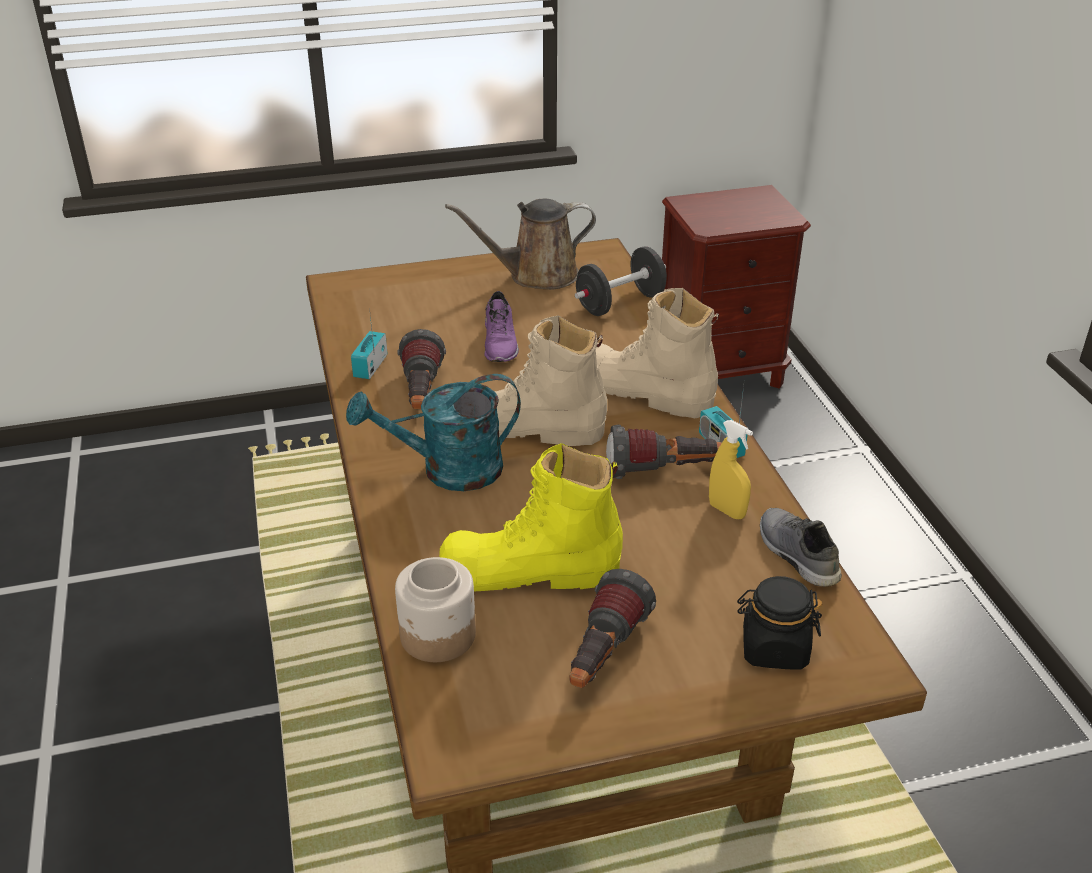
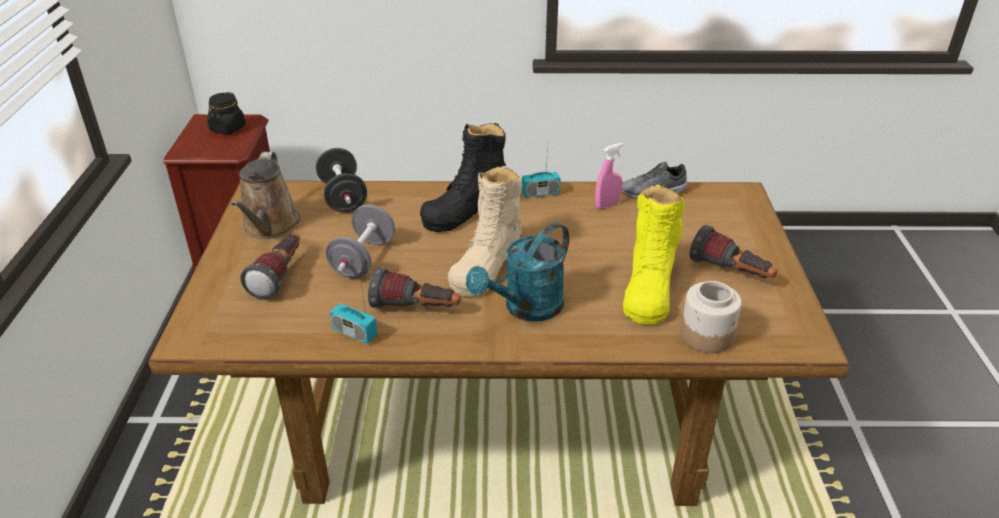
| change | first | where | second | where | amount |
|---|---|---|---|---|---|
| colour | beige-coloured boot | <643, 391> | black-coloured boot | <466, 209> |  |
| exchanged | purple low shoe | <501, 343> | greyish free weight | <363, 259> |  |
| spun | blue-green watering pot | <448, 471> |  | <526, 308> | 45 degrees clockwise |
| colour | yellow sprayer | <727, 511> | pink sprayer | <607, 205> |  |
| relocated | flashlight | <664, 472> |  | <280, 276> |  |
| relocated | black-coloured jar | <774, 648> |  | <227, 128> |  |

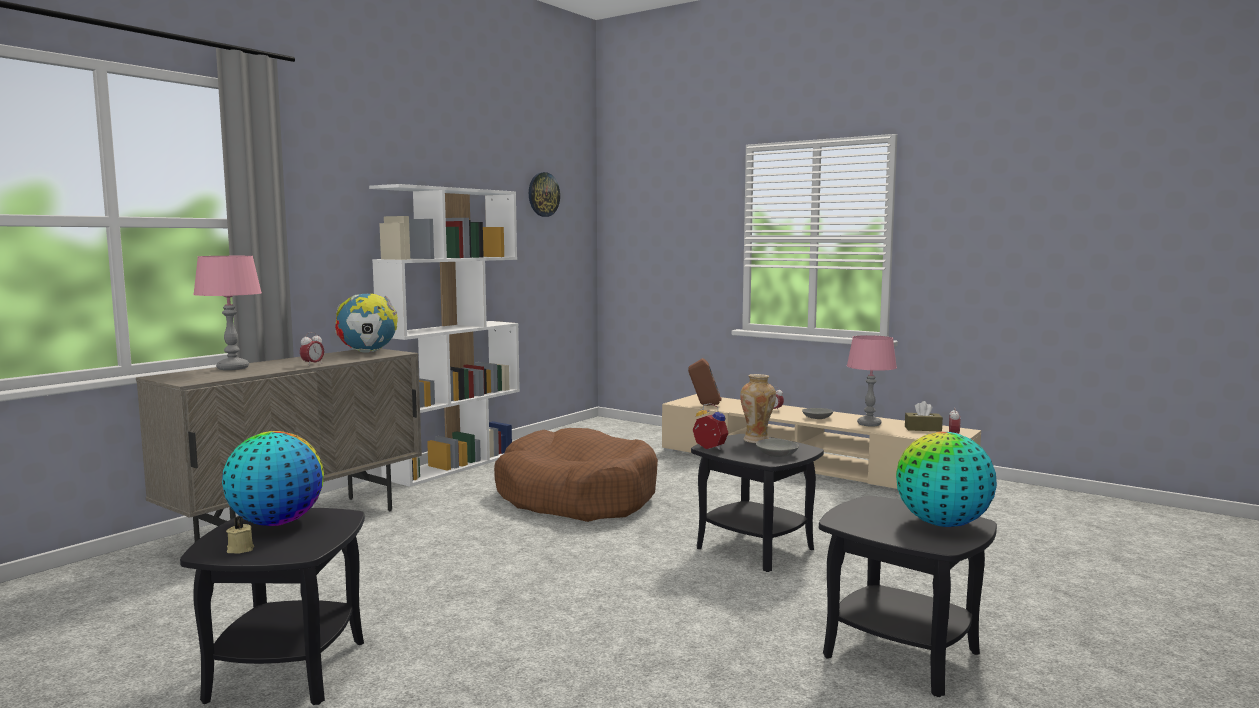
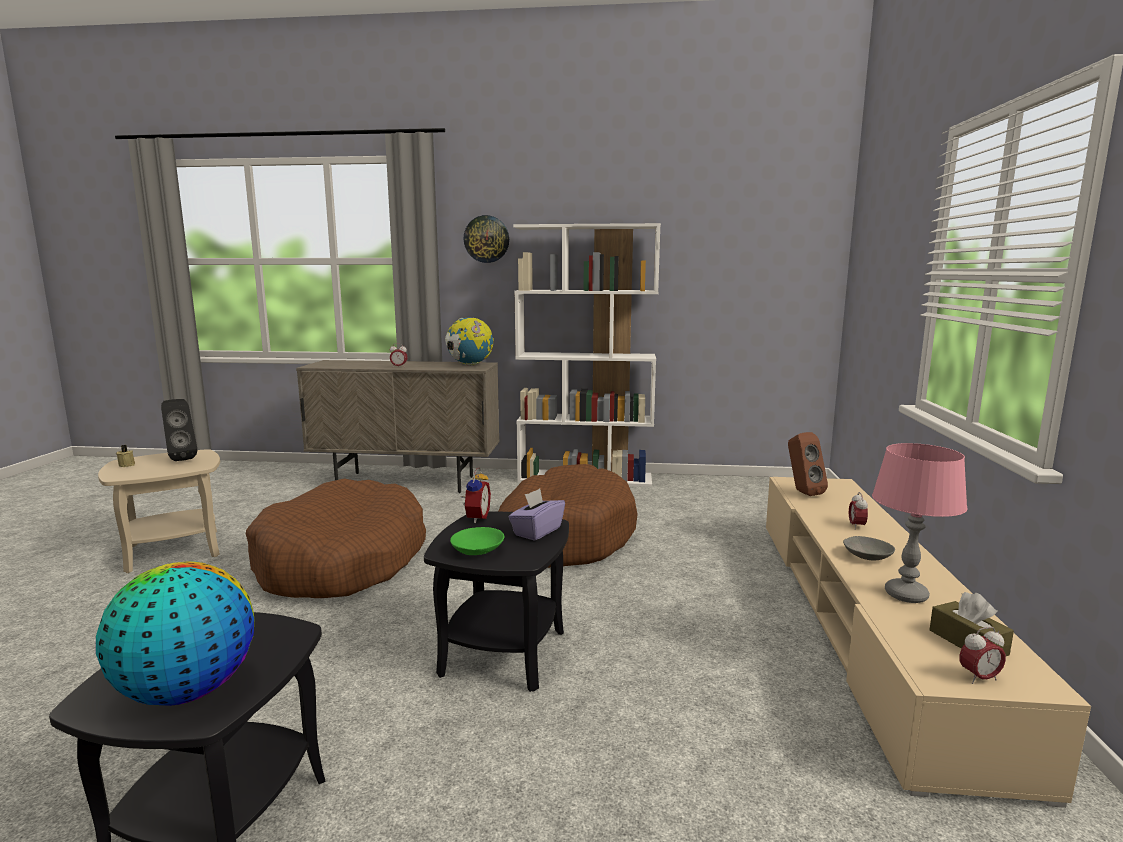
| change | first | where | second | where | amount |
|---|---|---|---|---|---|
| relocated | hanging clock | <543, 194> |  | <486, 239> |  |
| missing | pink lamp for a table | <233, 368> |  |  |  |
| exchanged | vase | <757, 440> | purple box of tissues | <537, 531> |  |
| exchanged | world globe | <276, 523> | black-coloured audio speaker | <181, 458> |  |
| colour | greyish deep dish | <777, 455> | green-coloured deep dish | <477, 550> |  |
| colour | black-coloured accent table | <287, 671> | beige-coloured accent table | <174, 551> |  |
| appeared |  |  | brown-coloured dog bed | <342, 561> |  |

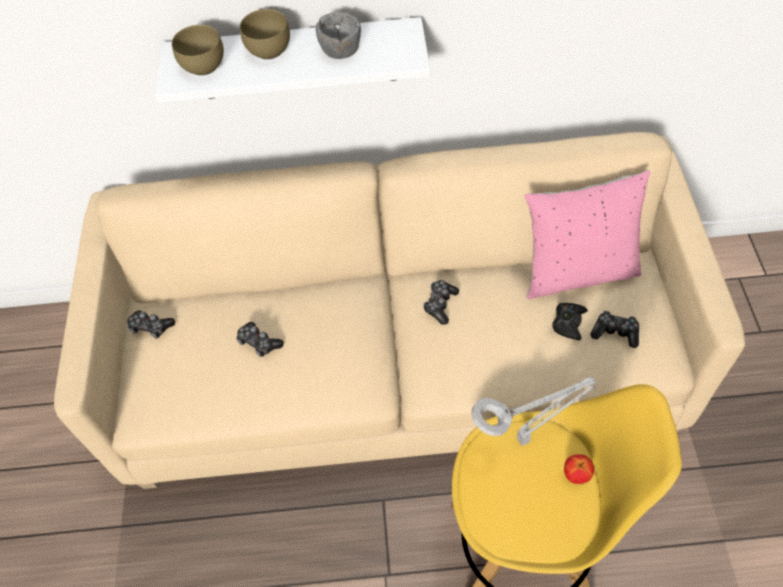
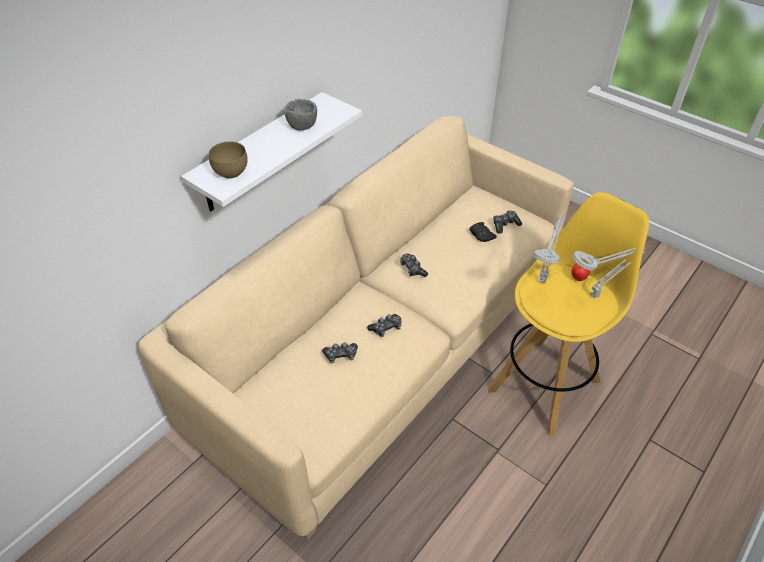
| change | first | where | second | where | amount |
|---|---|---|---|---|---|
| missing | brown-coloured deep dish | <270, 50> |  |  |  |
| missing | pink cushion | <577, 271> |  |  |  |
| relocated | gamepad | <151, 327> |  | <386, 328> |  |
| appeared |  |  | greyish lamp for a table | <596, 295> |  |

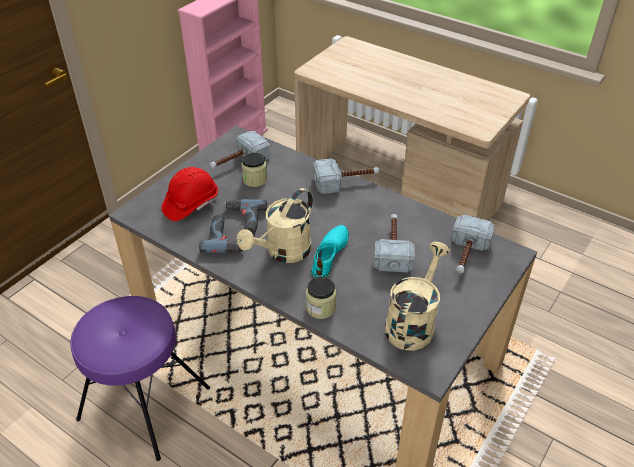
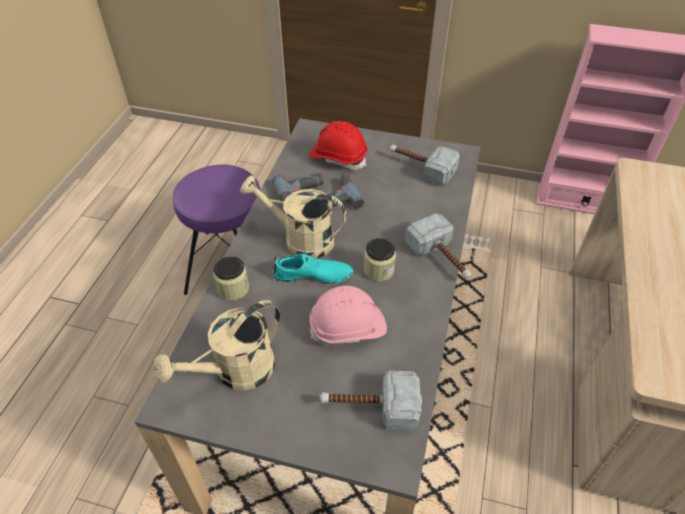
| change | first | where | second | where | amount |
|---|---|---|---|---|---|
| relocated | jar | <255, 179> |  | <378, 270> |  |
| exchanged | hammer | <393, 248> | pink safety helmet | <348, 328> |  |
| spun | beige-coloured watering pot | <412, 322> |  | <235, 372> | 135 degrees clockwise |

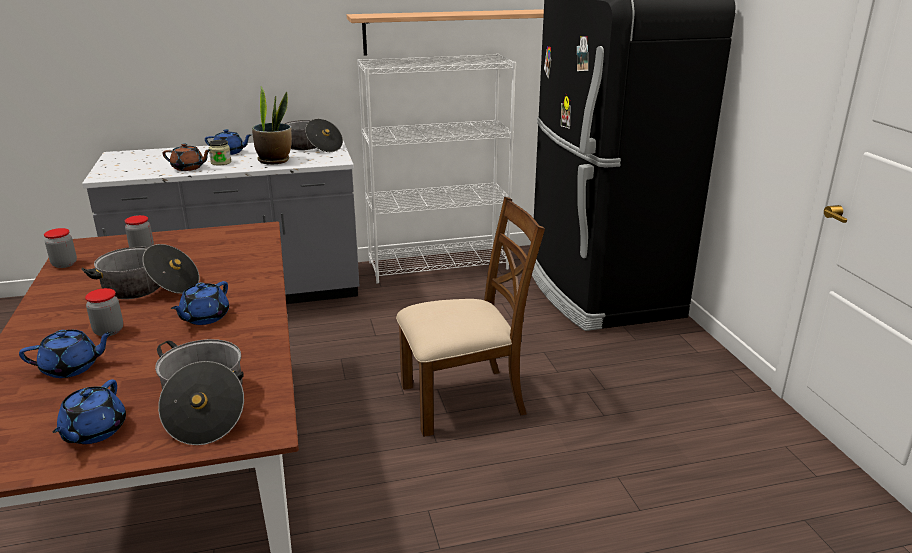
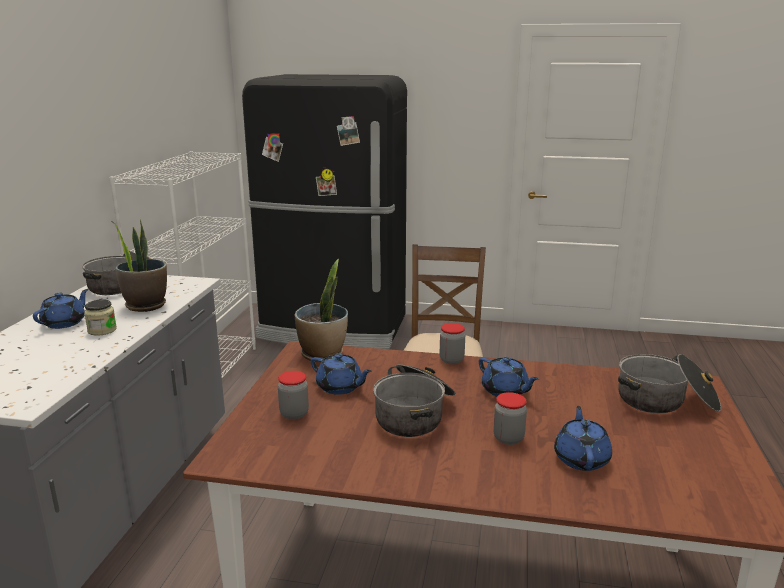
| change | first | where | second | where | amount |
|---|---|---|---|---|---|
| missing | wall shelf | <457, 31> |  |  |  |
| missing | brown-coloured teapot | <189, 168> |  |  |  |
| relocated | jar | <64, 264> |  | <451, 360> |  |
| relocated | blue-coloured teapot | <93, 432> |  | <340, 387> |  |
| appeared |  |  | potted plant | <323, 354> |  |

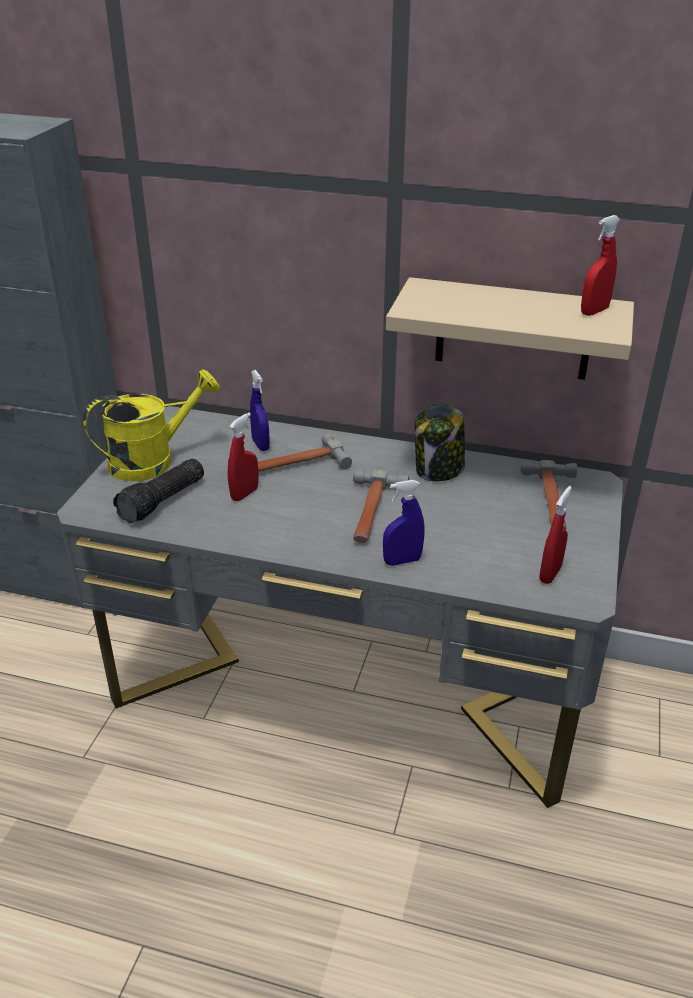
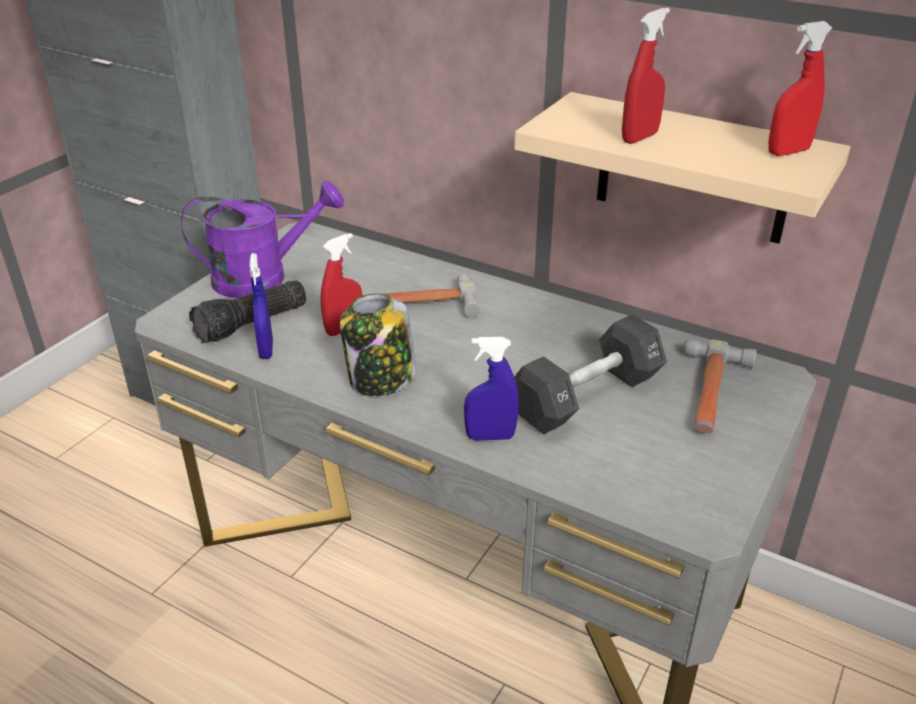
| change | first | where | second | where | amount |
|---|---|---|---|---|---|
| colour | yellow watering pot | <153, 460> | purple watering pot | <263, 278> |  |
| relocated | blue-coloured sprayer | <260, 445> |  | <266, 350> |  |
| relocated | jar | <438, 470> |  | <381, 380> |  |
| missing | hammer | <372, 512> |  |  |  |
| relocated | red-coloured sprayer | <550, 574> |  | <639, 138> |  |
| appeared |  |  | black-coloured free weight | <587, 396> |  |

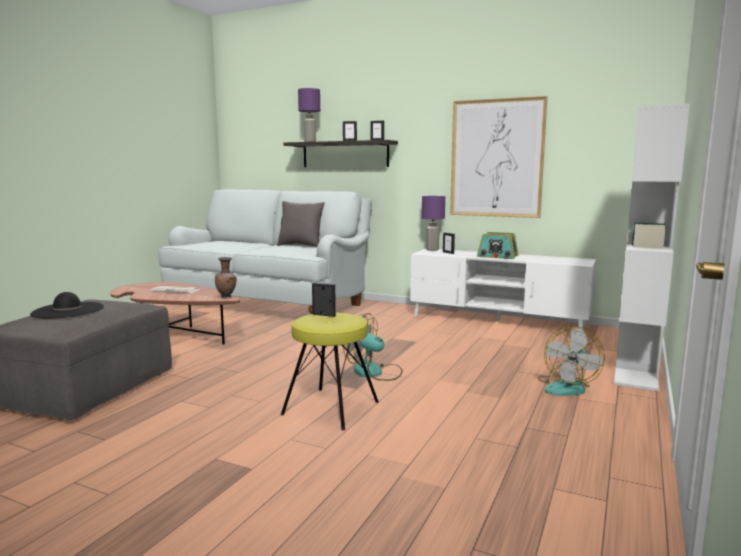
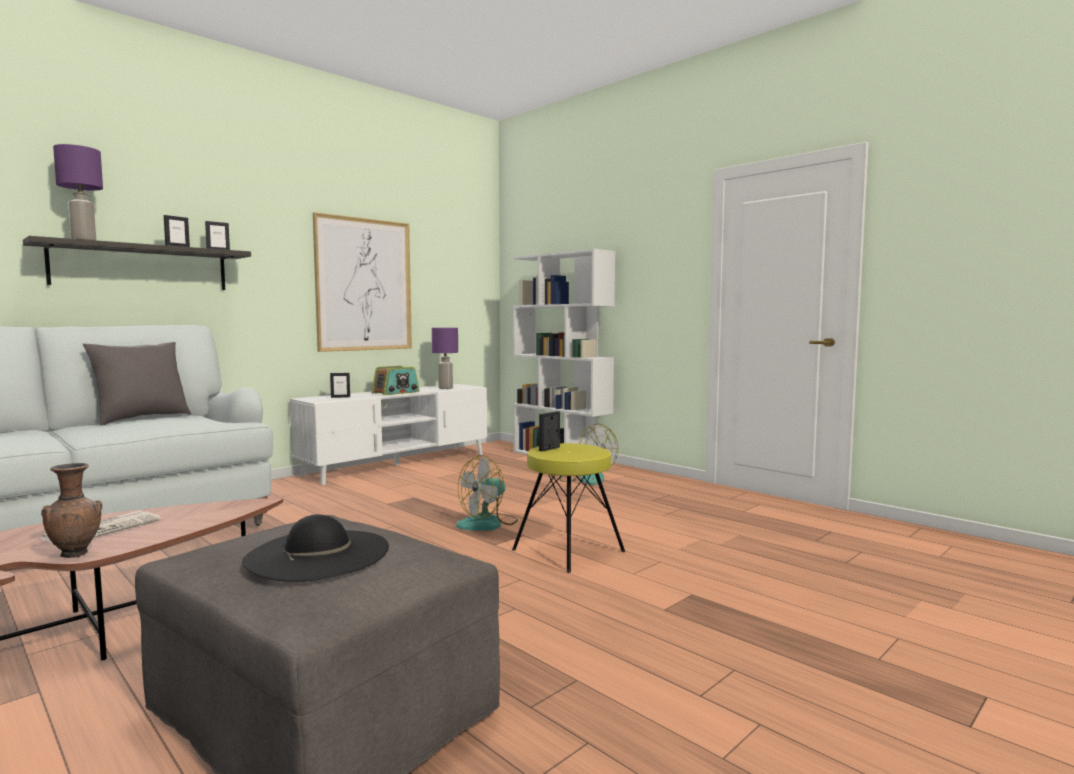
| change | first | where | second | where | amount |
|---|---|---|---|---|---|
| relocated | purple lamp for a table | <432, 250> |  | <446, 388> |  |
| relocated | brown-coloured vase | <226, 297> |  | <76, 554> |  |

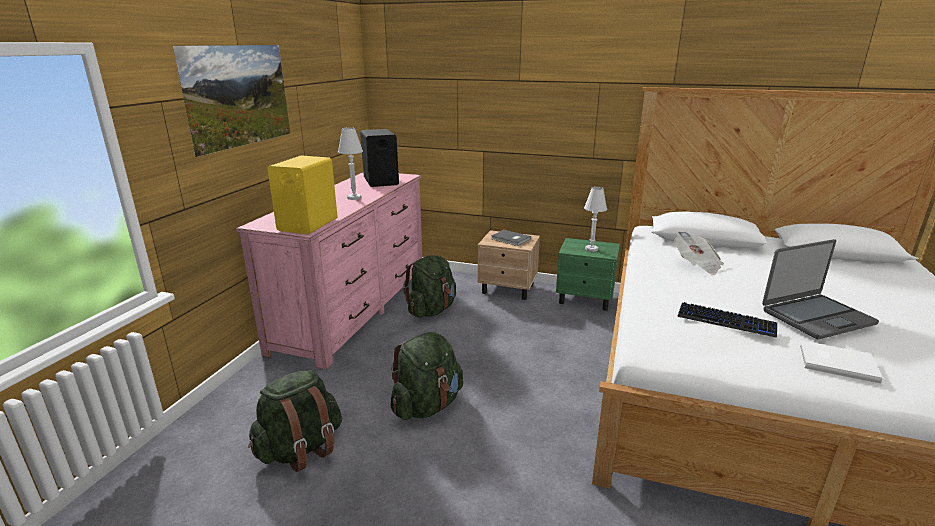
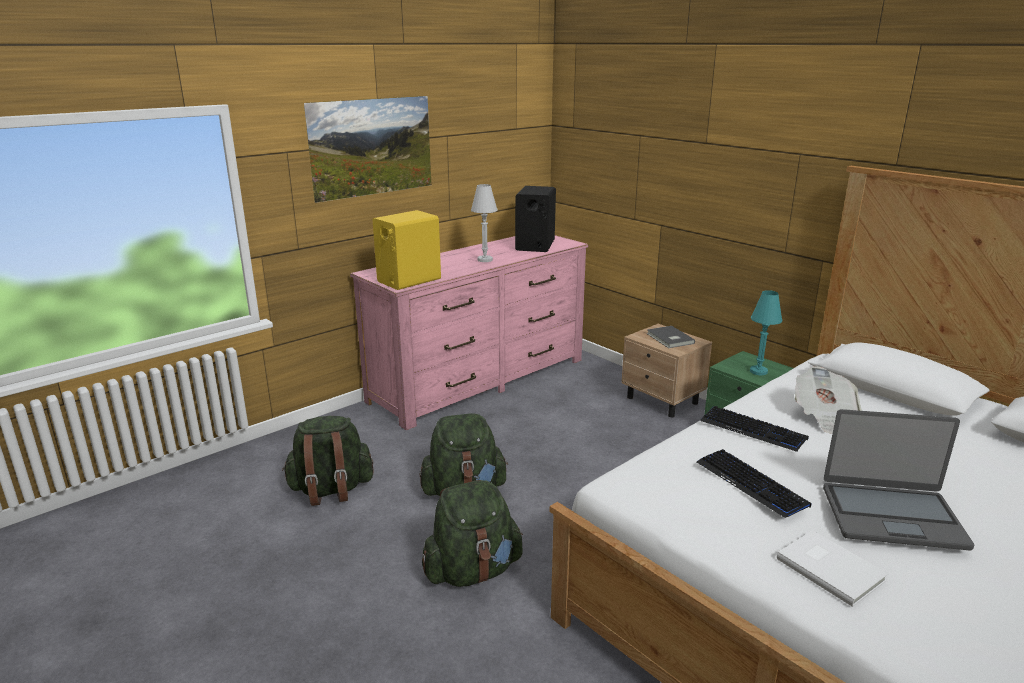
| change | first | where | second | where | amount |
|---|---|---|---|---|---|
| colour | whitish lamp for a table | <591, 249> | blue-green lamp for a table | <758, 371> |  |
| relocated | green-coloured knapsack | <431, 310> |  | <473, 571> |  |
| appeared |  |  | PC keyboard | <753, 430> |  |

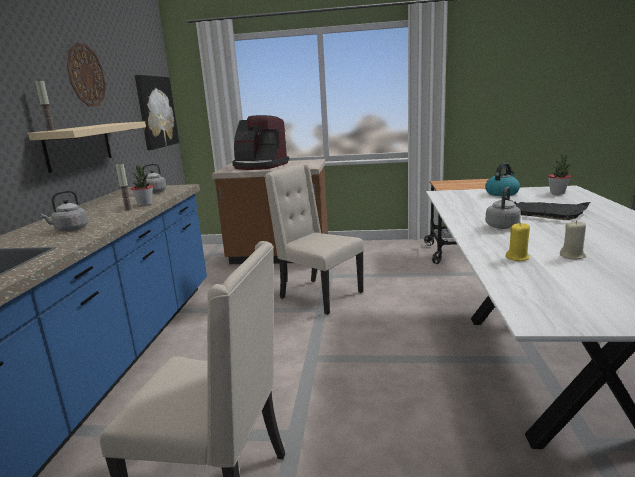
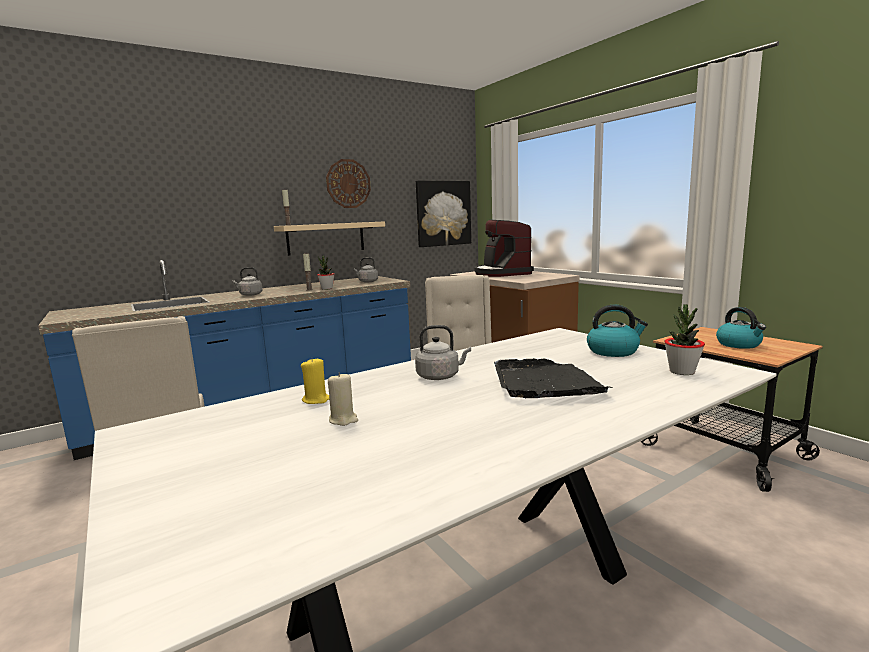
| change | first | where | second | where | amount |
|---|---|---|---|---|---|
| appeared |  |  | kettle | <739, 344> |  |

